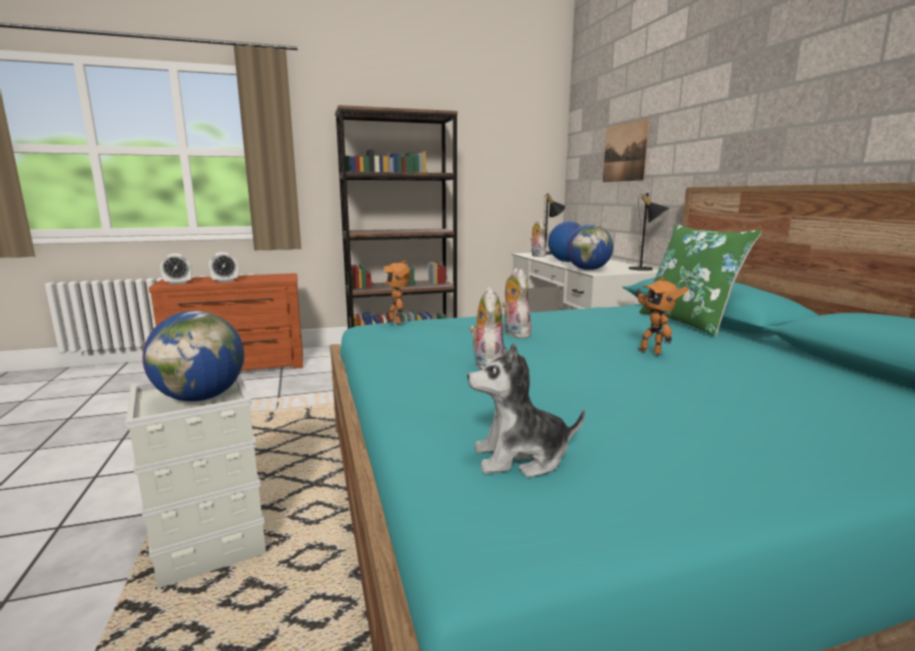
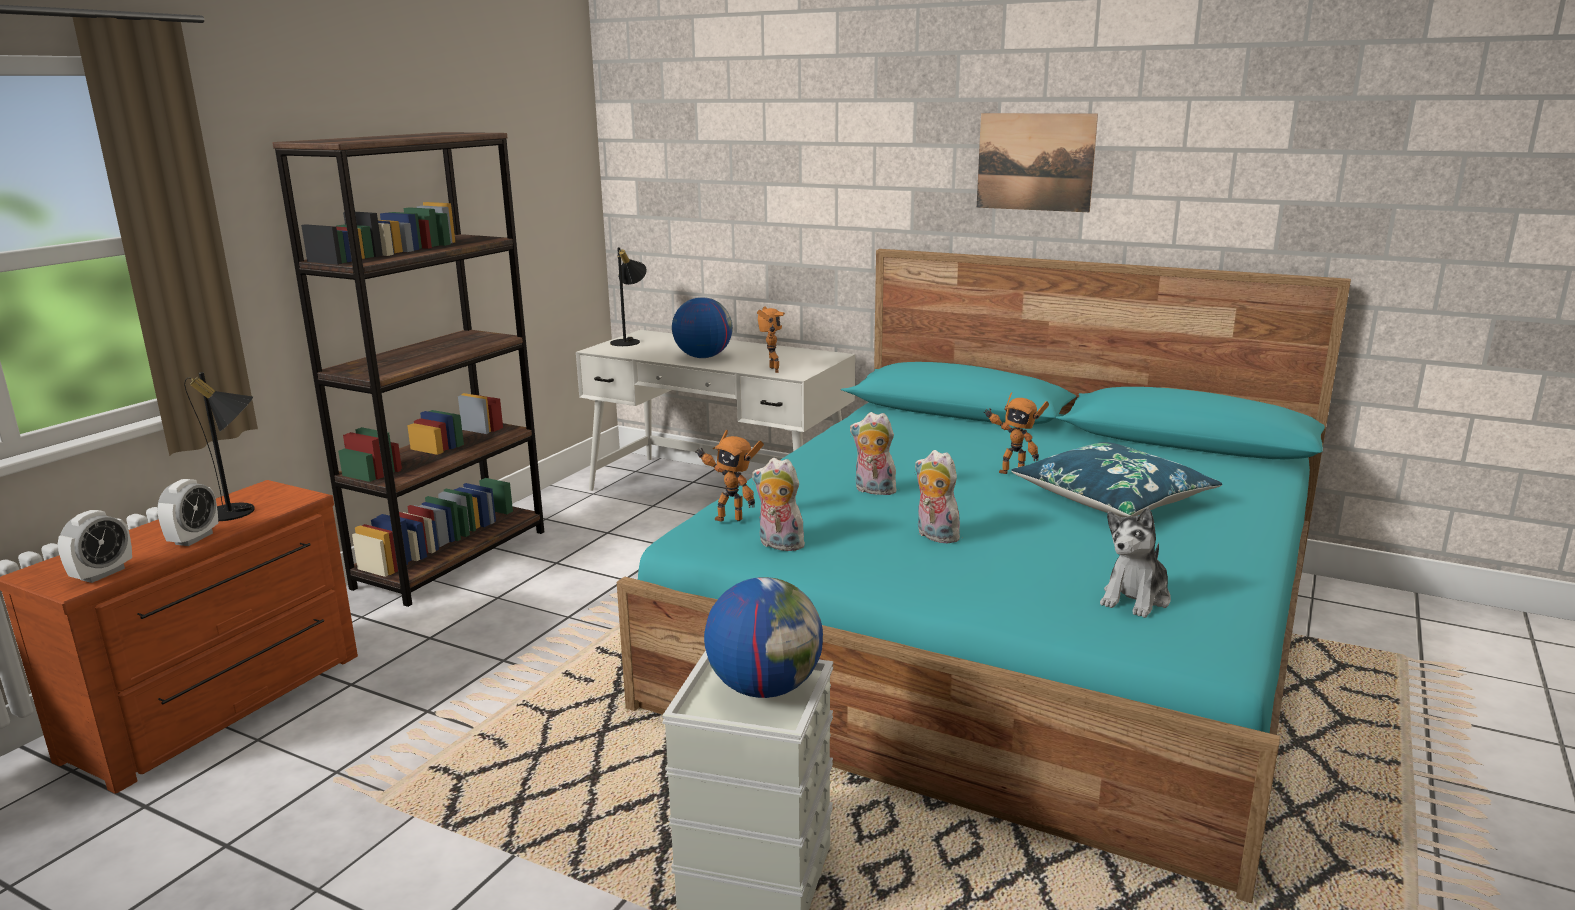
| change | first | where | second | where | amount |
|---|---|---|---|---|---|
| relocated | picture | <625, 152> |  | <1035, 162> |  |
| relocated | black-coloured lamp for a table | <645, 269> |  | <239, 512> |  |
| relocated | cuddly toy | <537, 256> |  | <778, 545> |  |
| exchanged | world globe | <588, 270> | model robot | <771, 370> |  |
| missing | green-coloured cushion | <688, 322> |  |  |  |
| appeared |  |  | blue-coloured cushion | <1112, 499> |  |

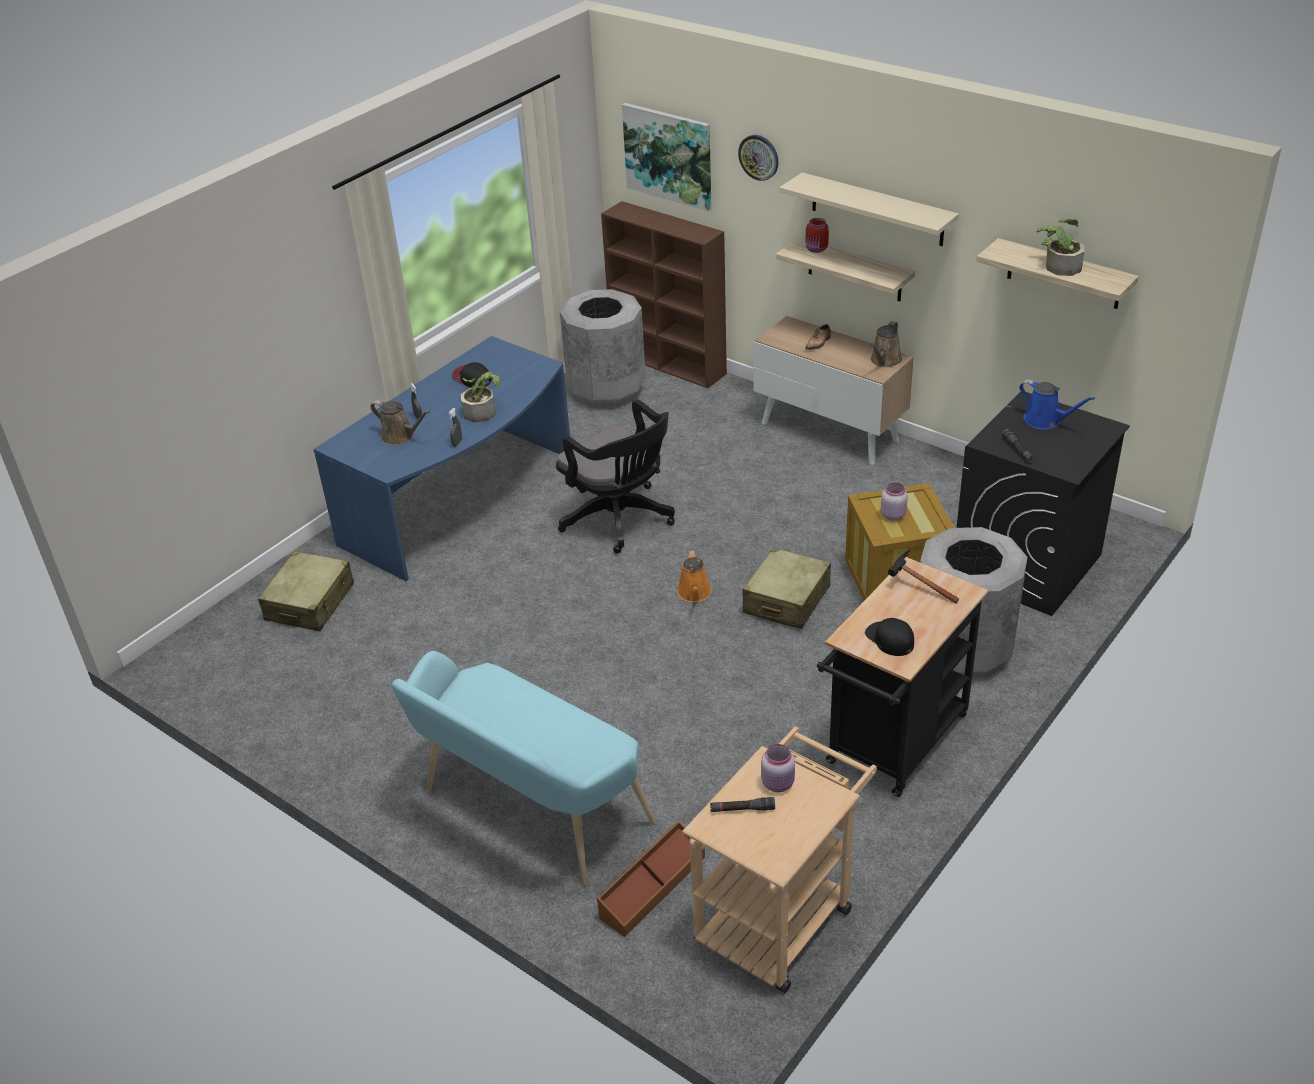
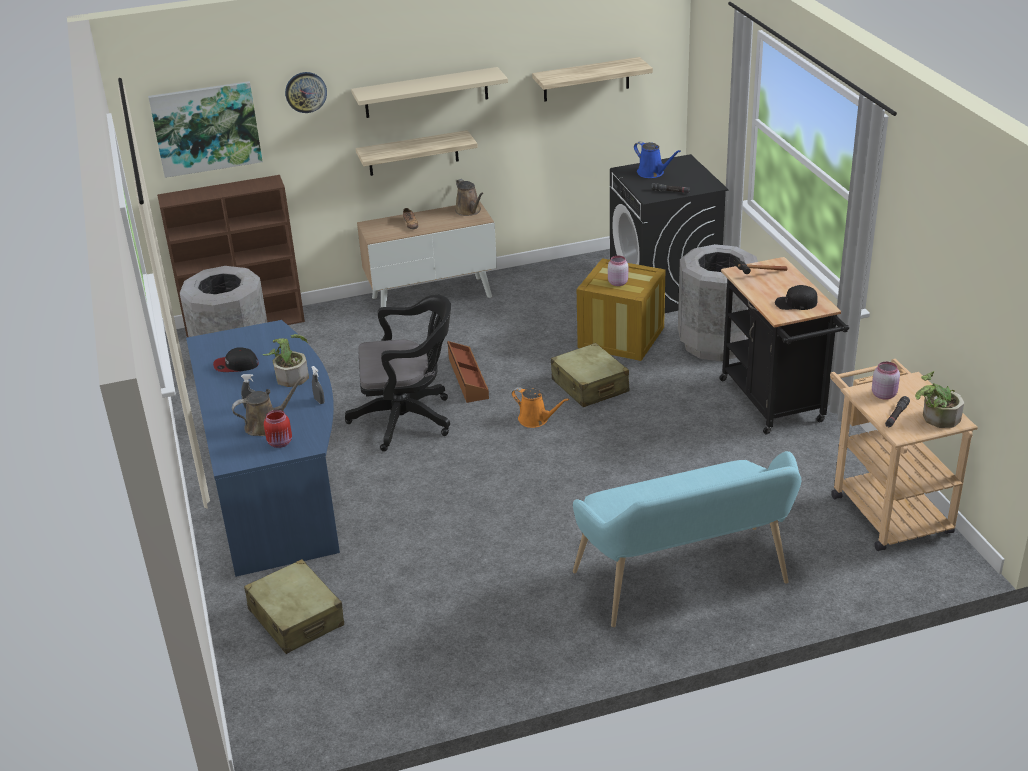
| change | first | where | second | where | amount |
|---|---|---|---|---|---|
| relocated | red-coloured jar | <816, 250> |  | <280, 443> |  |
| relocated | potted plant | <1058, 265> |  | <936, 418> |  |
| spun | blue-coloured watering pot | <1045, 421> |  | <652, 173> | 60 degrees clockwise |
| relocated | brown-coloured storage bin | <651, 886> |  | <467, 378> |  |

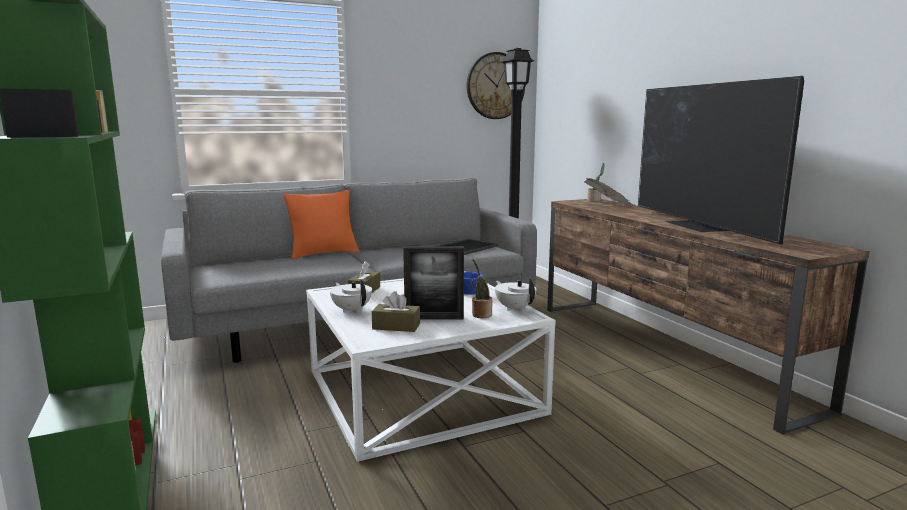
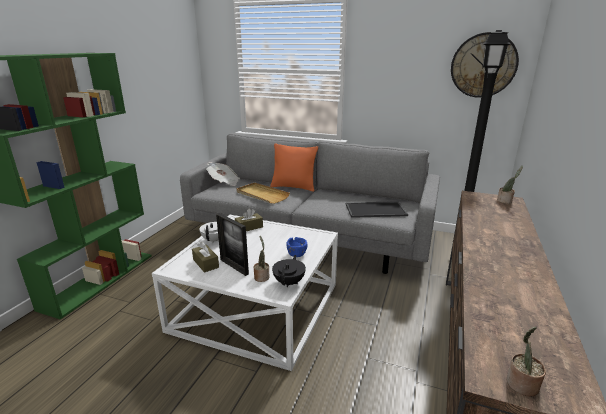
| change | first | where | second | where | amount |
|---|---|---|---|---|---|
| missing | TV set | <697, 226> |  |  |  |
| relocated | printed paper | <609, 206> |  | <224, 182> |  |
| colour | whitish teapot | <514, 308> | black-coloured teapot | <289, 282> |  |
| appeared |  |  | beige-coloured carrying tray | <262, 195> |  |
| appeared |  |  | potted plant | <521, 385> |  |

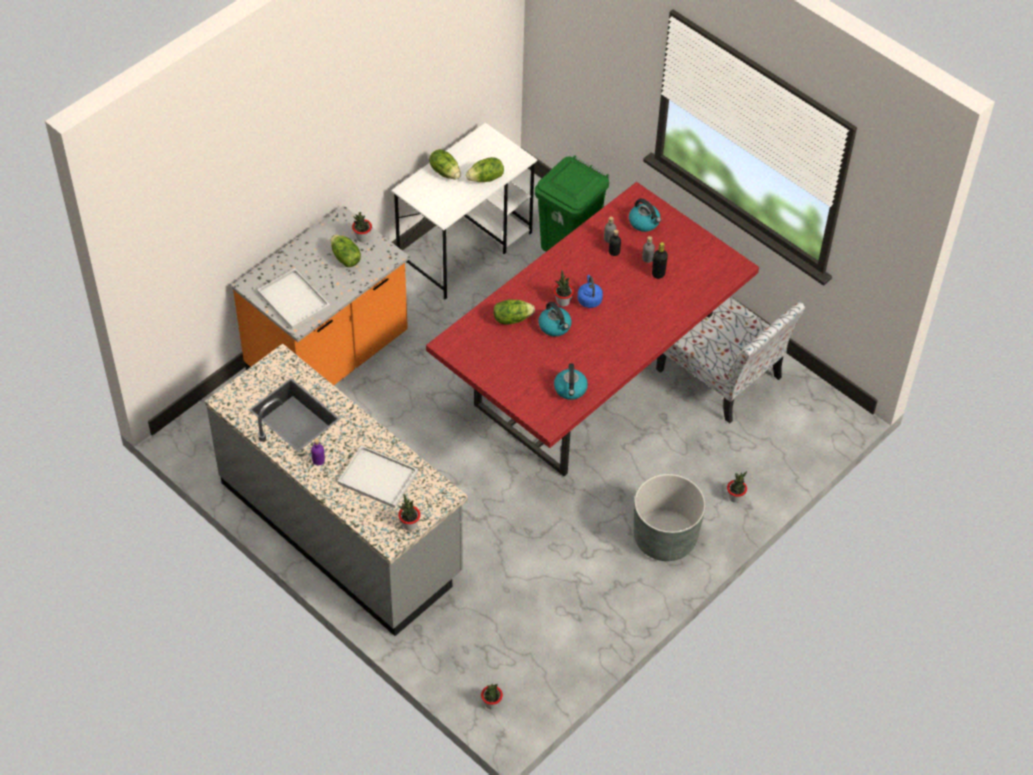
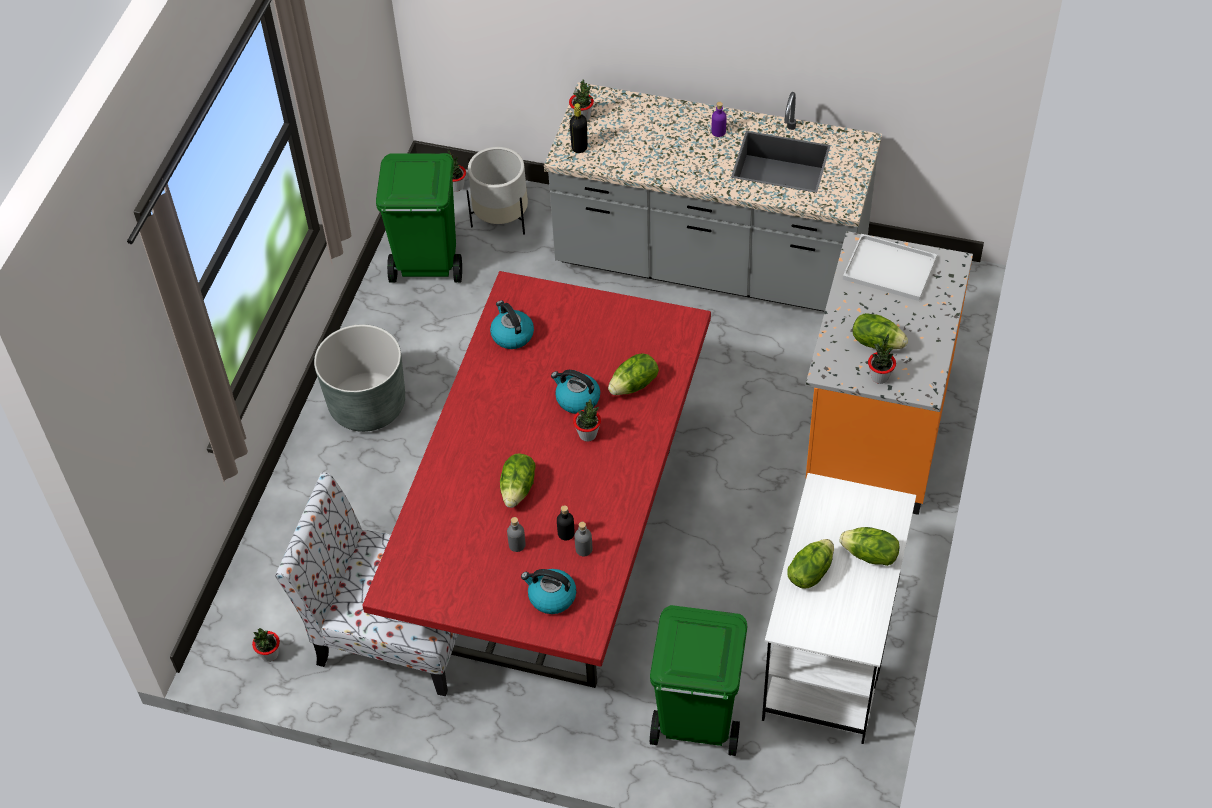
| change | first | where | second | where | amount |
|---|---|---|---|---|---|
| relocated | black-coloured drink bottle | <658, 274> |  | <579, 147> |  |
| missing | blue-coloured kettle | <589, 299> |  |  |  |
| missing | whitish carrying tray | <379, 477> |  |  |  |
| relocated | potted plant | <735, 497> |  | <269, 654> |  |
| appeared |  |  | whitish flower pot | <501, 219> |  |
| appeared |  |  | green-coloured rubbish bin | <427, 265> |  |
| appeared |  |  | lettuce | <518, 489> |  |

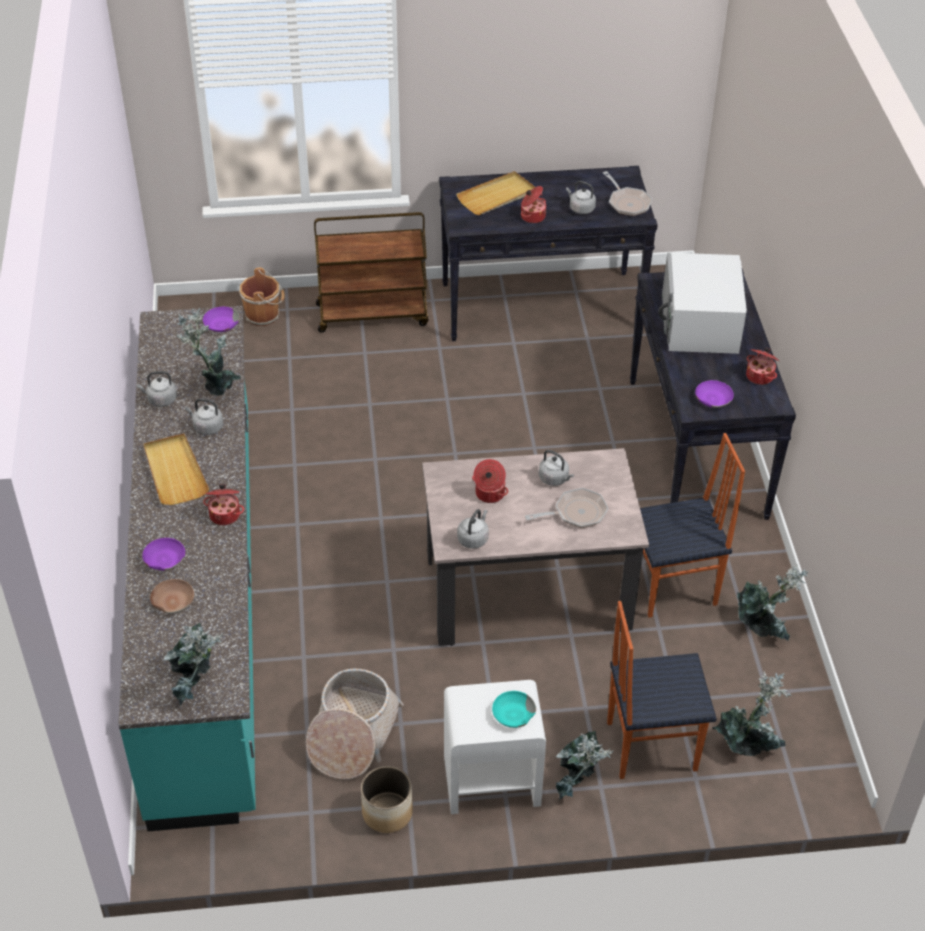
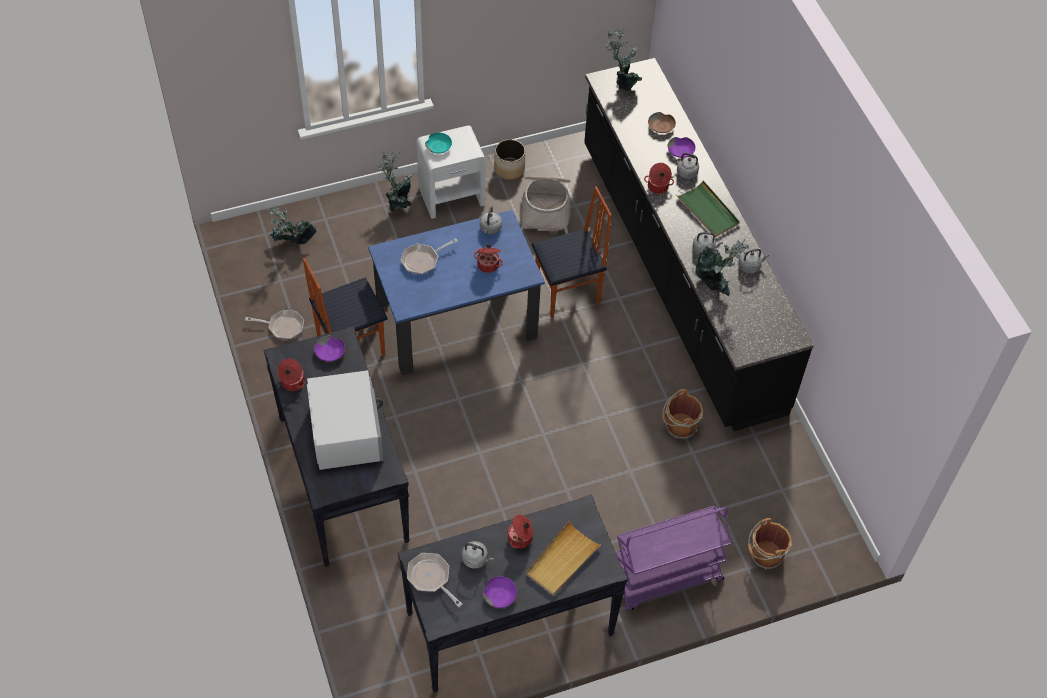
| change | first | where | second | where | amount |
|---|---|---|---|---|---|
| colour | brown-coloured wheeled cart | <373, 314> | purple wheeled cart | <665, 578> |  |
| colour | blue-green counter | <207, 601> | black-coloured counter | <678, 276> |  |
| relocated | purple deep dish | <221, 325> |  | <500, 594> |  |
| colour | beige-coloured carrying tray | <175, 471> | green-coloured carrying tray | <708, 211> |  |
| colour | beige-coloured dining table | <527, 592> | blue-coloured dining table | <456, 323> |  |
| relocated | greyish kettle | <555, 479> |  | <685, 172> |  |
| exchanged | potted plant | <763, 628> | skillet | <283, 326> |  |
| relocated | plain chair | <650, 745> |  | <568, 294> |  |
| appeared |  |  | brown-coloured bucket | <679, 426> |  |

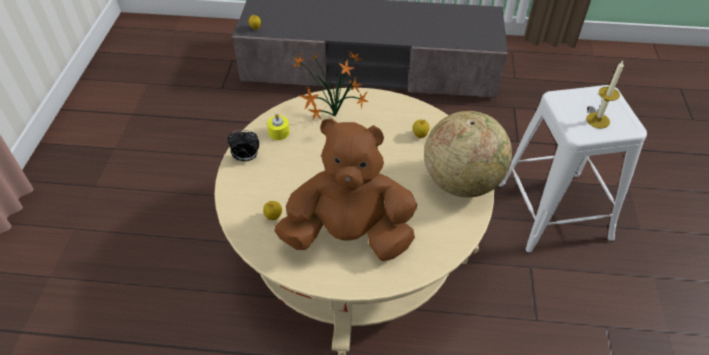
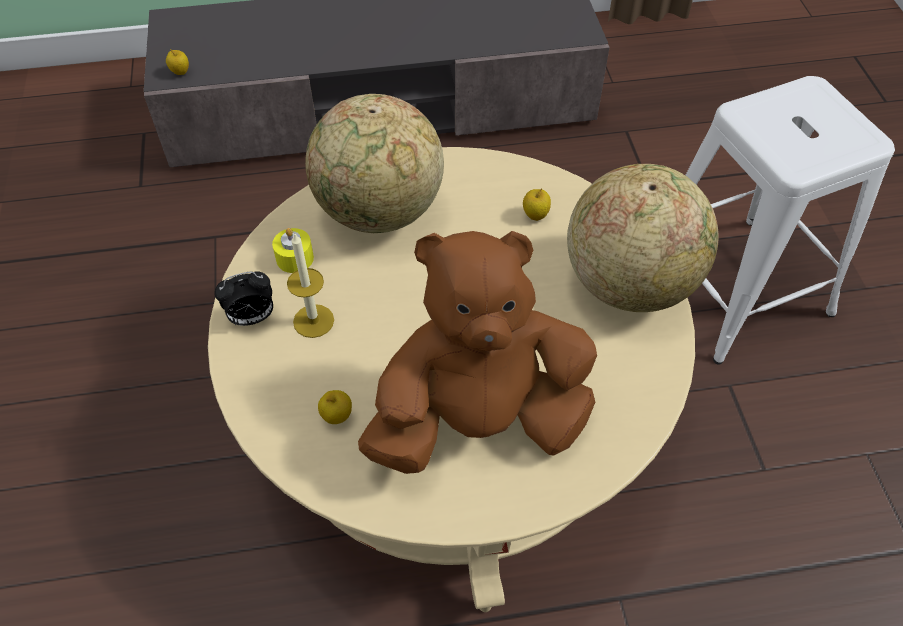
| change | first | where | second | where | amount |
|---|---|---|---|---|---|
| exchanged | potted plant | <333, 117> | world globe | <379, 212> |  |
| relocated | wax light | <598, 120> |  | <313, 321> |  |

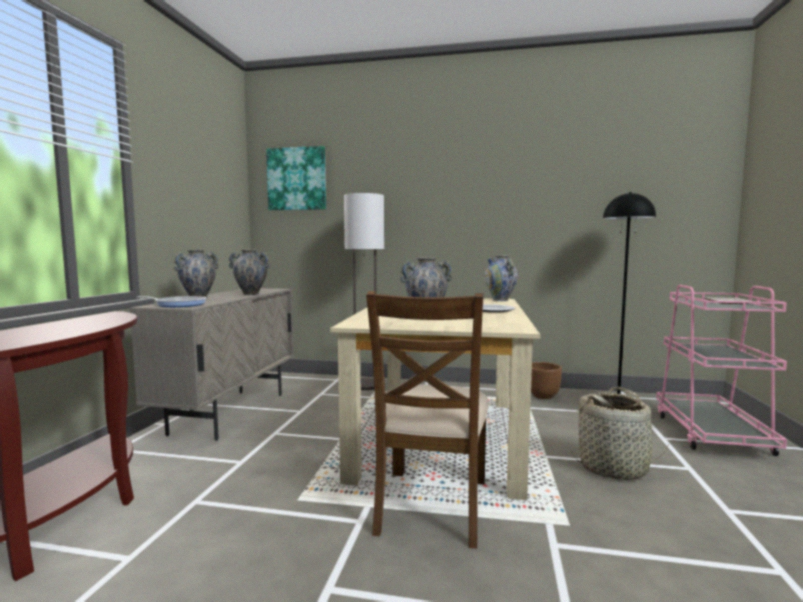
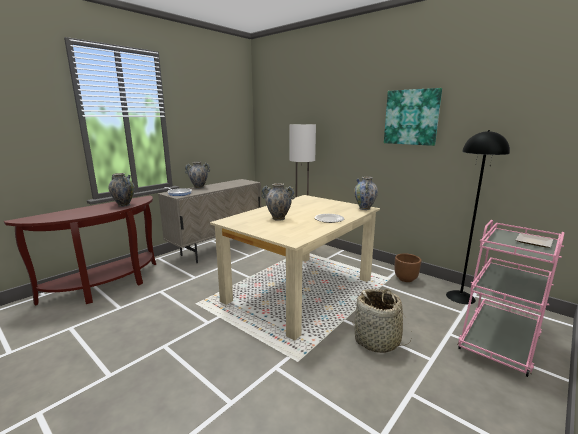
| change | first | where | second | where | amount |
|---|---|---|---|---|---|
| relocated | picture | <297, 179> |  | <411, 117> |  |
| relocated | vase | <250, 294> |  | <124, 205> |  |
| missing | brown-coloured plain chair | <431, 505> |  |  |  |

